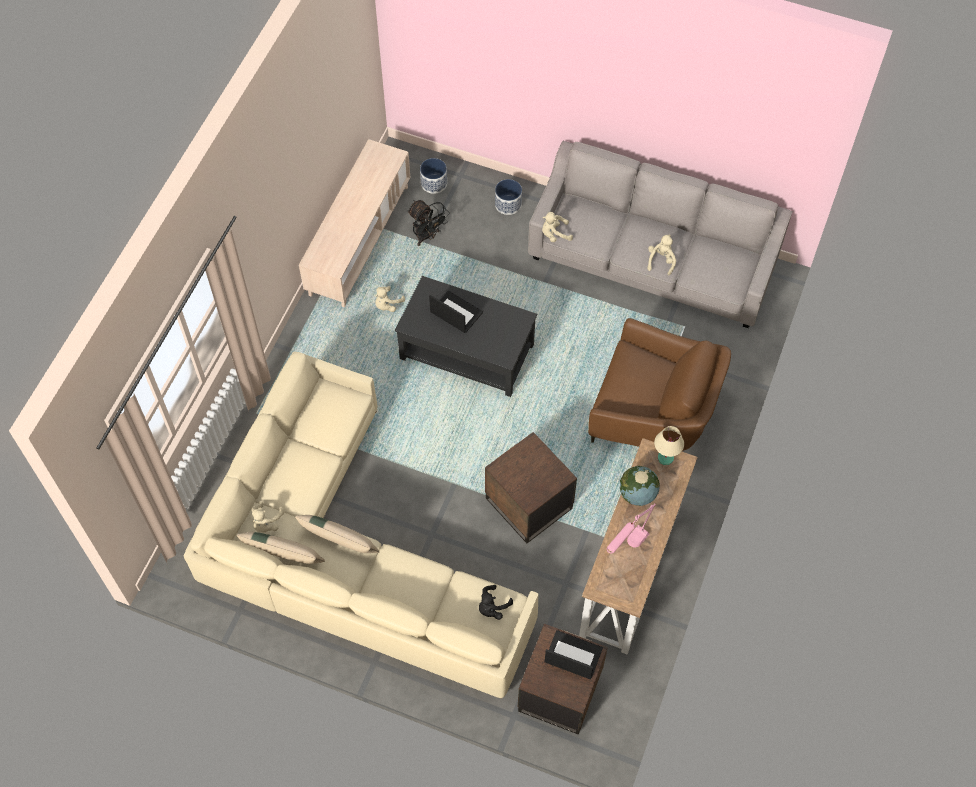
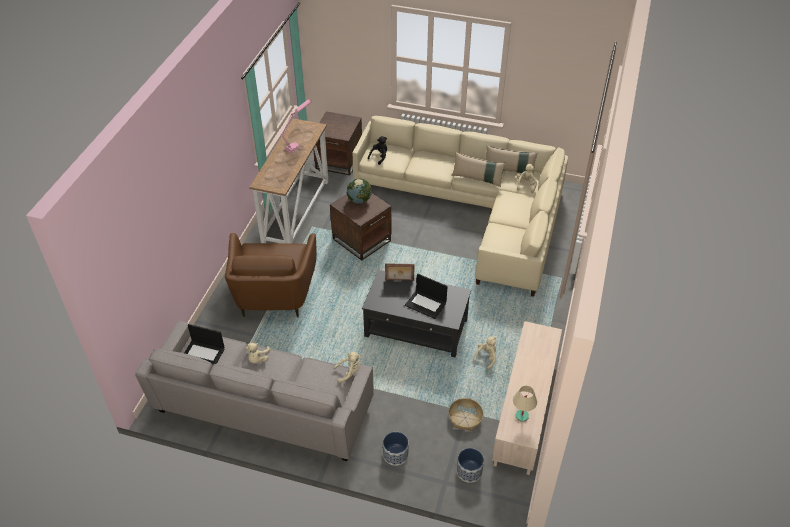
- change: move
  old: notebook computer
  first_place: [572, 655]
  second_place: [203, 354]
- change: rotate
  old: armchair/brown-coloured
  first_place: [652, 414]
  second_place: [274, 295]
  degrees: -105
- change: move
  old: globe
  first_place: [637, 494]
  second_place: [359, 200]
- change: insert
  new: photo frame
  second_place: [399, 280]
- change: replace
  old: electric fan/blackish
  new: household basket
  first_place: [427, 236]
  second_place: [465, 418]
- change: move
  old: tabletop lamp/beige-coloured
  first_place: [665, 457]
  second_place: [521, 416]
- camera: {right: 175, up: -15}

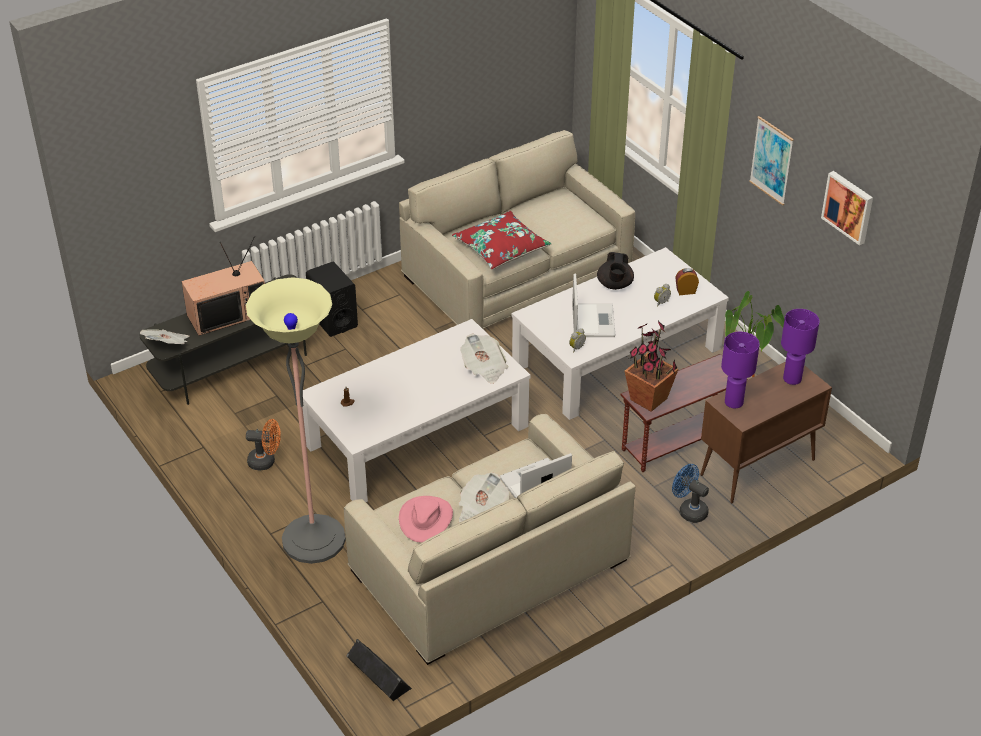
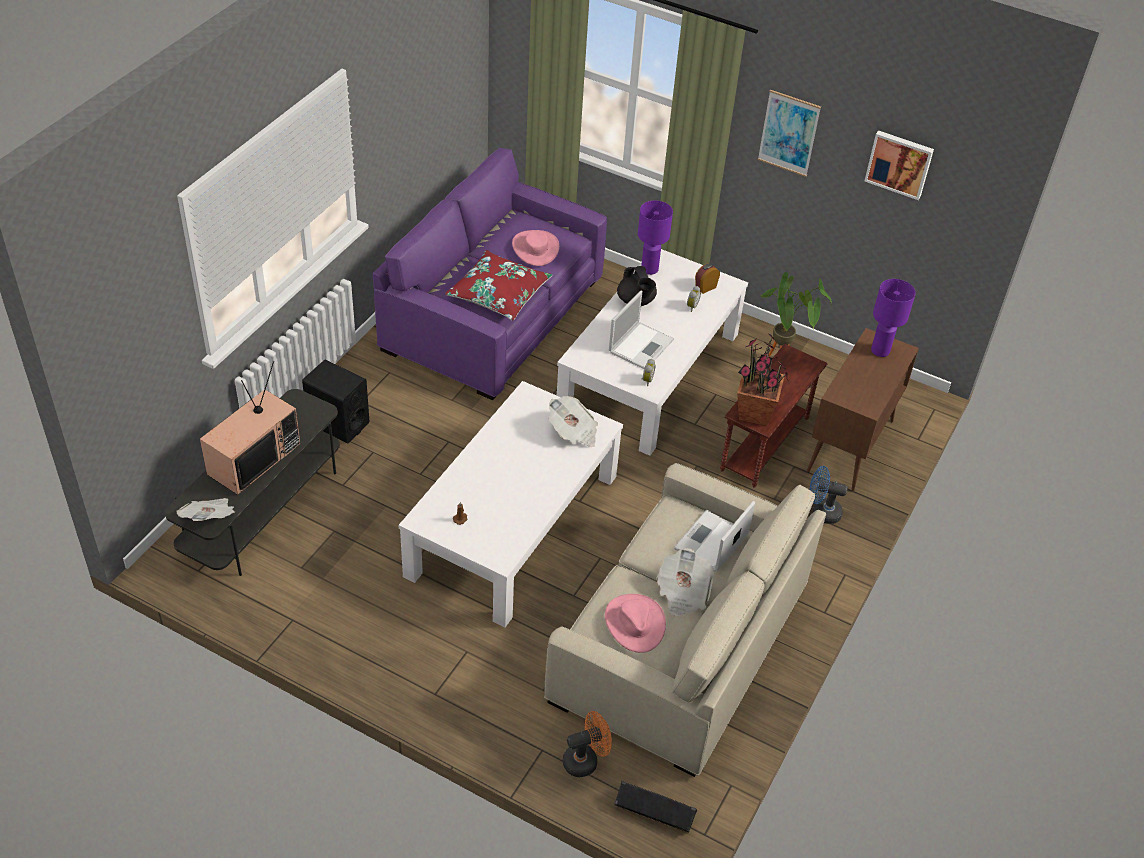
- change: recolor
  old: couch/beige-coloured
  new: couch/purplish
  first_place: [516, 272]
  second_place: [492, 312]
- change: insert
  new: clothing hat/pink
  second_place: [535, 248]
- change: move
  old: electric fan/orangey
  first_place: [266, 461]
  second_place: [585, 760]
- change: rotate
  old: notebook computer
  first_place: [592, 320]
  second_place: [641, 345]
  degrees: 60
- change: move
  old: tabletop lamp/purplish
  first_place: [733, 402]
  second_place: [649, 269]
- change: delete
  old: standing lamp
  first_place: [313, 539]
- camera: {right: -30, up: 5}

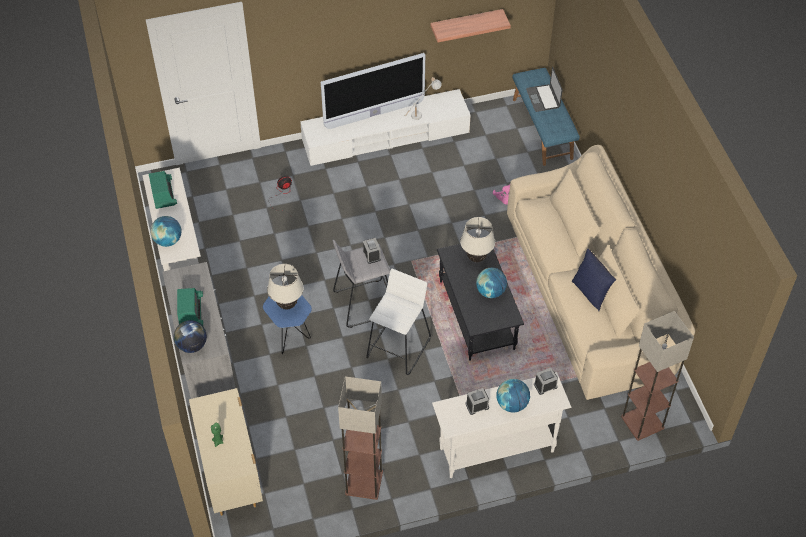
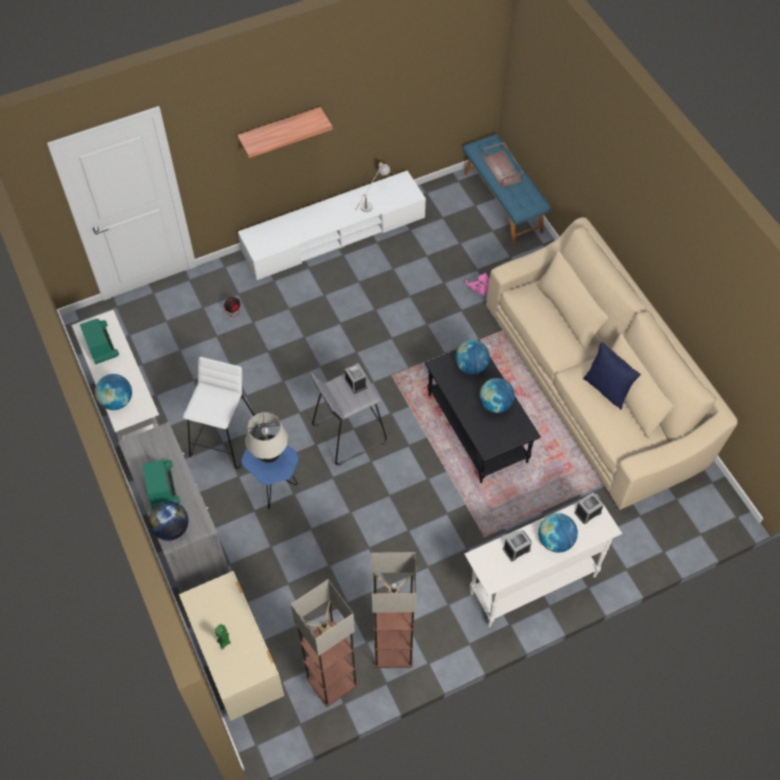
- change: move
  old: stool seat/whitish
  first_place: [399, 347]
  second_place: [224, 439]
- change: move
  old: wall shelf
  first_place: [466, 24]
  second_place: [280, 130]
- change: move
  old: standing lamp
  first_place: [642, 423]
  second_place: [331, 682]
- change: replace
  old: tabletop lamp/beige-coloured
  new: globe
  first_place: [476, 258]
  second_place: [471, 366]
- change: replace
  old: notebook computer
  new: tray/brown-coloured
  first_place: [543, 98]
  second_place: [502, 169]
- change: delete
  old: TV
  first_place: [374, 115]
- camera: {right: -10, up: 5}

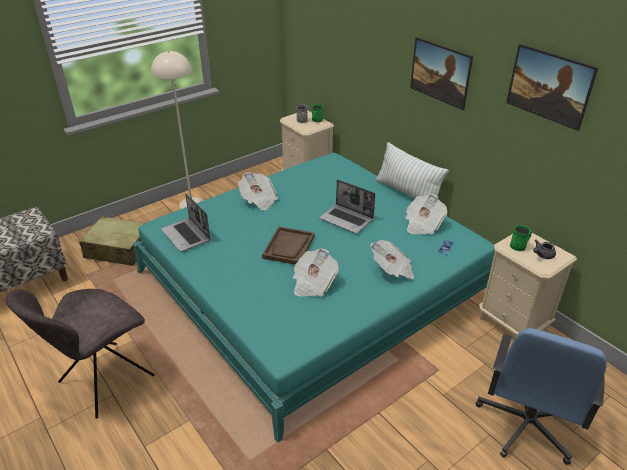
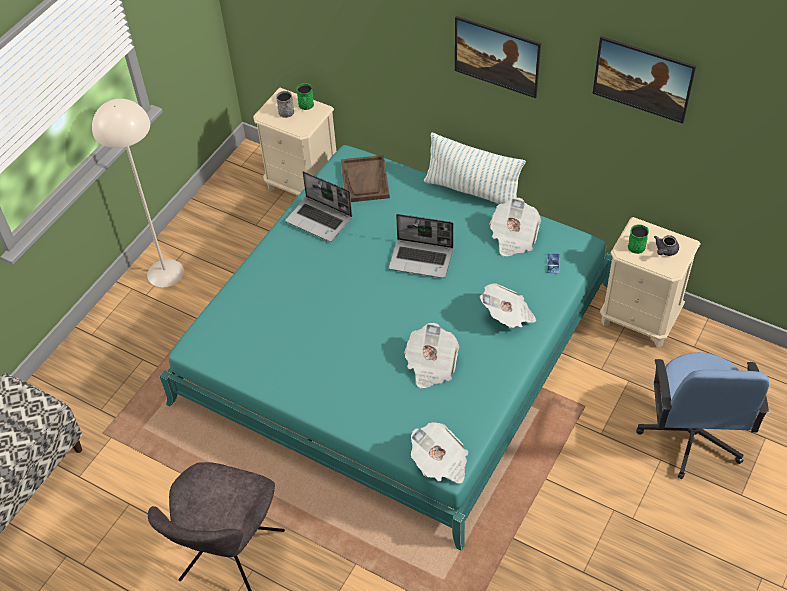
- change: move
  old: notebook computer
  first_place: [186, 236]
  second_place: [320, 220]
- change: move
  old: tray/brown-coloured
  first_place: [289, 247]
  second_place: [365, 180]
- change: move
  old: printed paper
  first_place: [258, 200]
  second_place: [440, 462]
- change: delete
  old: travel case/beige-coloured
  first_place: [119, 249]
- camera: {right: -20, up: 15}

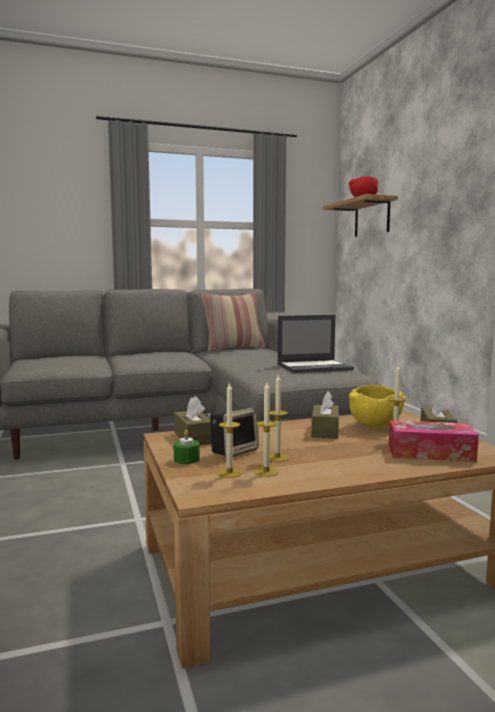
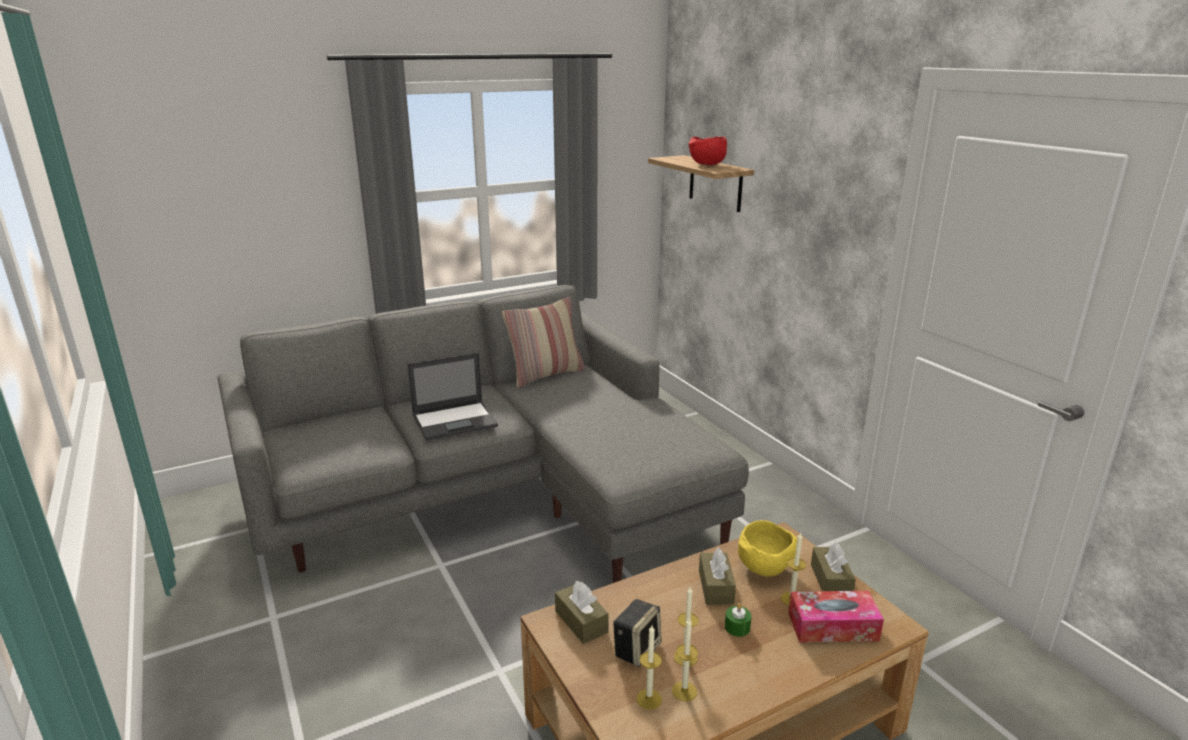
- change: move
  old: notebook computer
  first_place: [315, 367]
  second_place: [455, 421]
- change: move
  old: wax candle/greenish
  first_place: [186, 459]
  second_place: [737, 627]
- camera: {right: -10, up: 15}

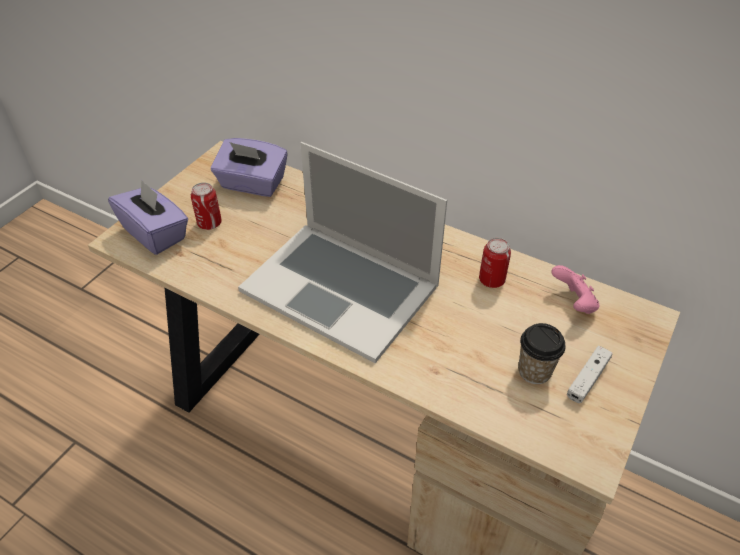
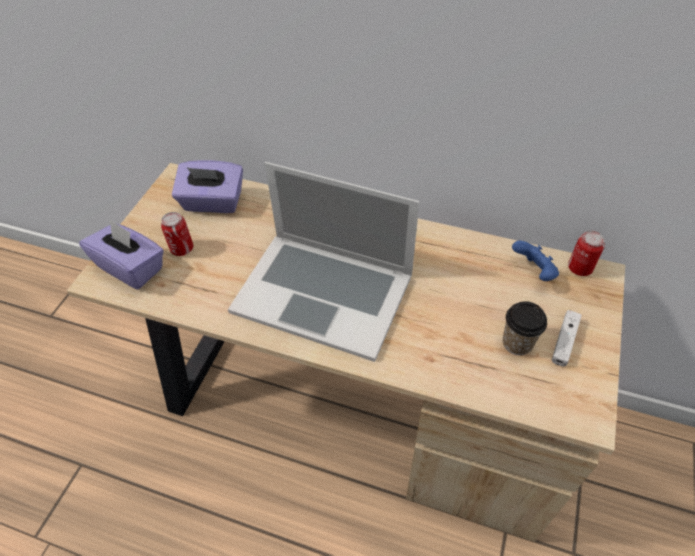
- change: recolor
  old: gamepad/pink
  new: gamepad/blue-coloured
  first_place: [573, 303]
  second_place: [534, 272]
- change: move
  old: metal can
  first_place: [491, 280]
  second_place: [579, 268]
- camera: {right: -10, up: 5}

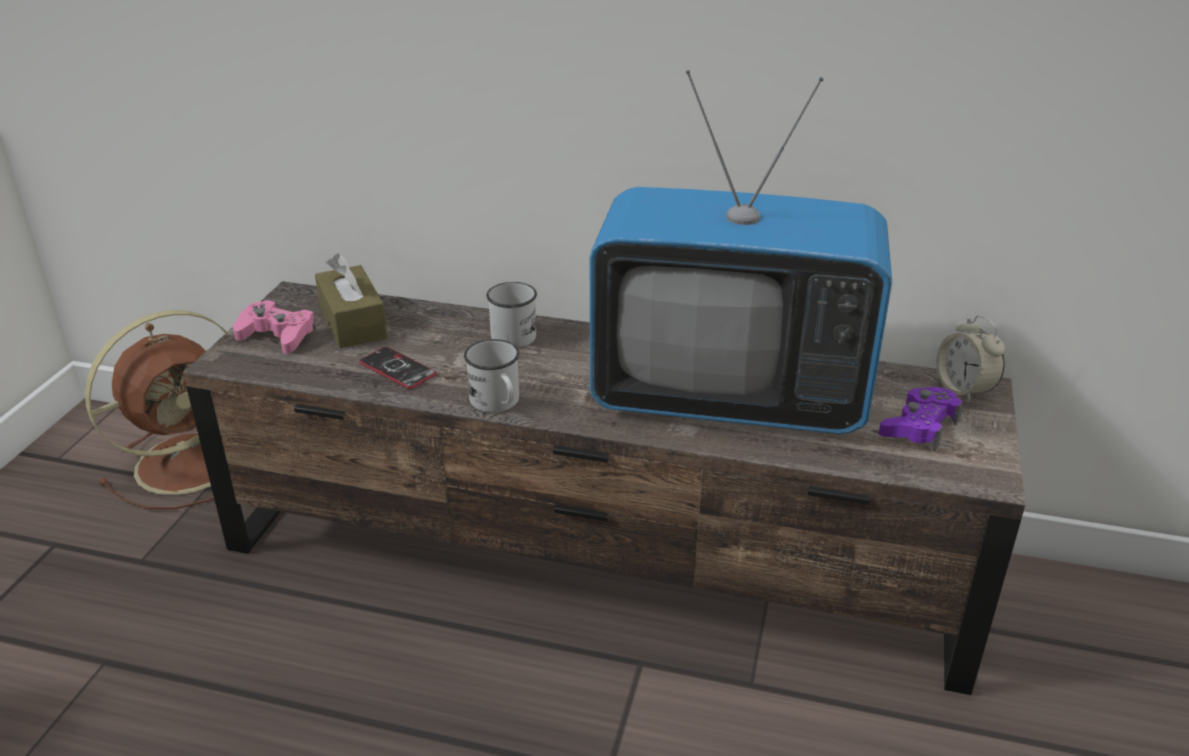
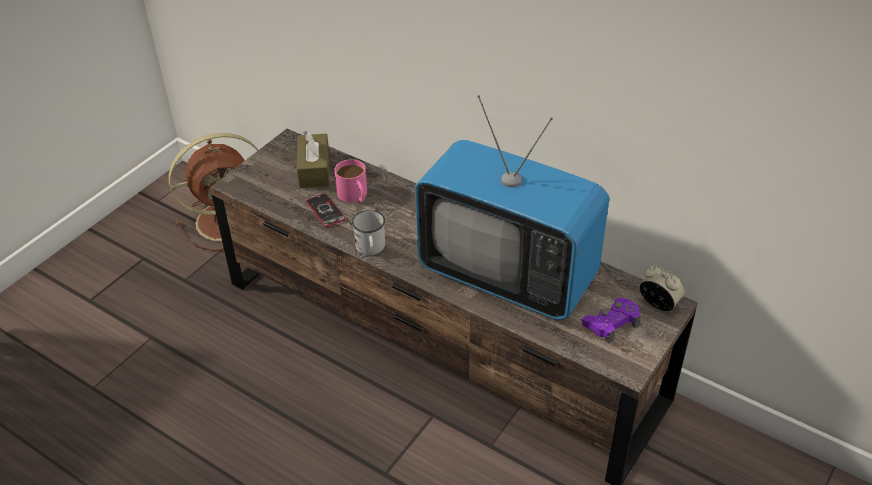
- change: insert
  new: coffee mug/pink
  second_place: [354, 196]
- change: rotate
  old: table clock
  first_place: [963, 390]
  second_place: [659, 304]
  degrees: 135
- change: delete
  old: gamepad/pink
  first_place: [277, 335]
- change: delete
  old: coffee mug/whitish
  first_place: [516, 333]
- camera: {right: 20, up: 10}

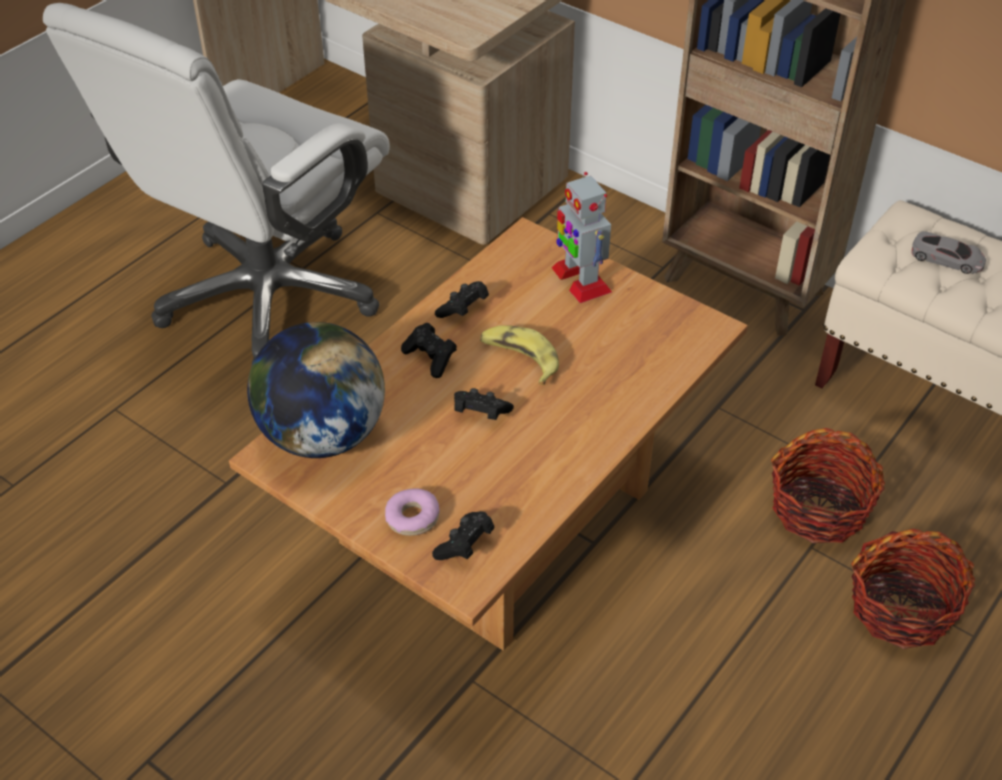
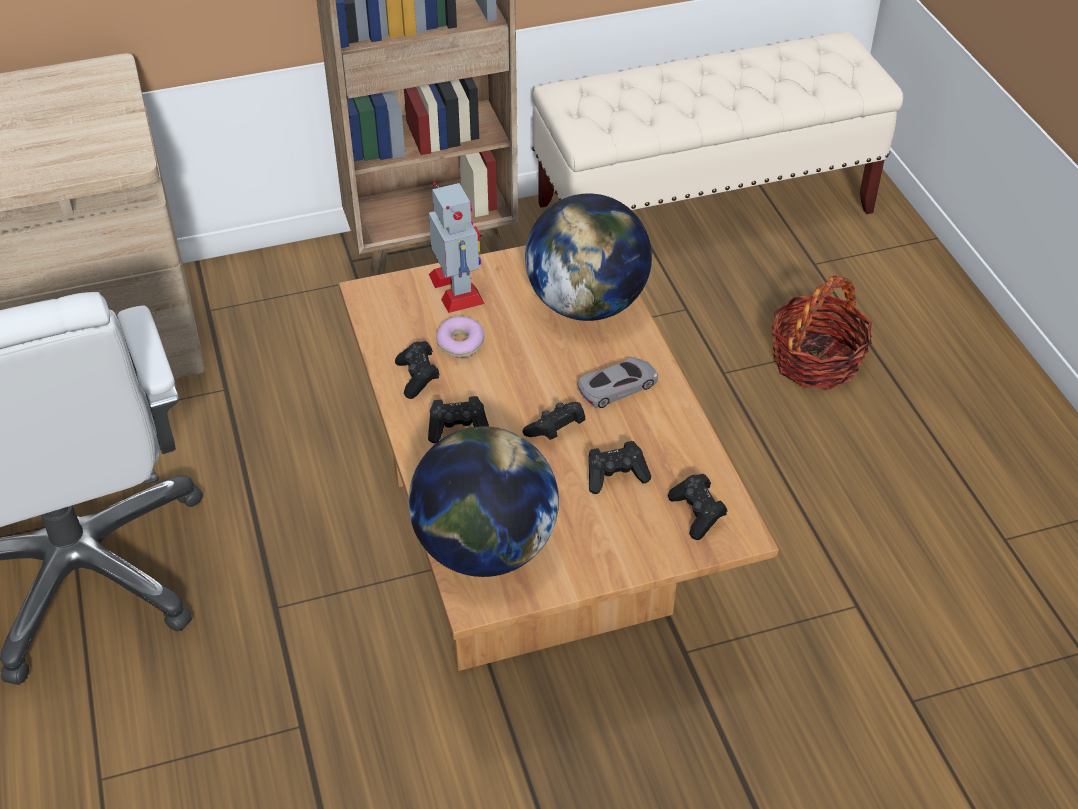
- change: rotate
  old: model robot
  first_place: [580, 279]
  second_place: [457, 289]
  degrees: -120
- change: move
  old: ring doughnut
  first_place: [412, 518]
  second_place: [460, 343]
- change: insert
  new: globe
  second_place: [586, 304]
- change: move
  old: miniature car/grey
  first_place: [947, 258]
  second_place: [618, 386]
- change: insert
  new: gamepad/blackish
  second_place: [615, 476]
- change: delete
  old: banana fruit
  first_place: [519, 359]
- change: delete
  old: household basket
  first_place: [818, 509]
- camera: {right: -55, up: 0}

